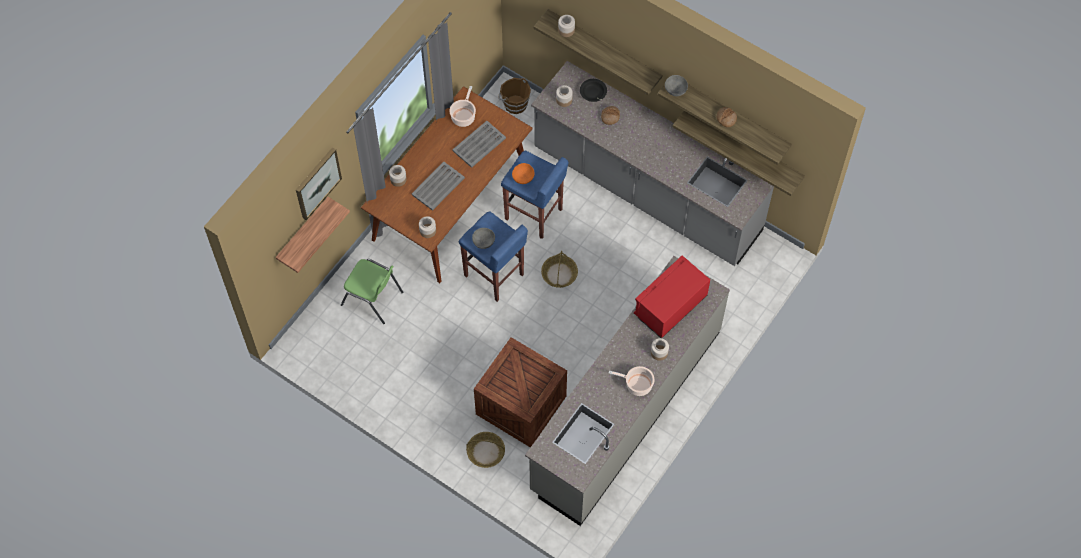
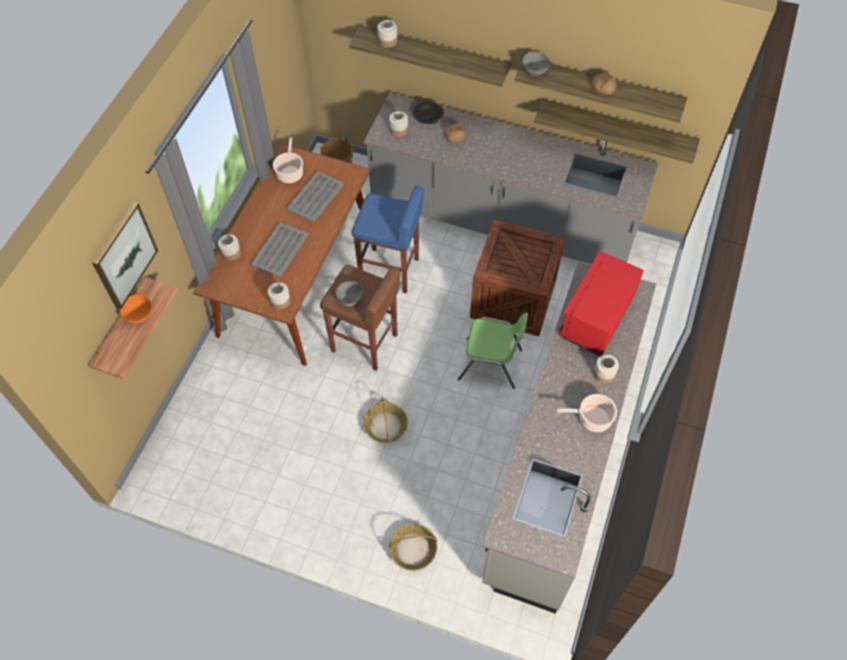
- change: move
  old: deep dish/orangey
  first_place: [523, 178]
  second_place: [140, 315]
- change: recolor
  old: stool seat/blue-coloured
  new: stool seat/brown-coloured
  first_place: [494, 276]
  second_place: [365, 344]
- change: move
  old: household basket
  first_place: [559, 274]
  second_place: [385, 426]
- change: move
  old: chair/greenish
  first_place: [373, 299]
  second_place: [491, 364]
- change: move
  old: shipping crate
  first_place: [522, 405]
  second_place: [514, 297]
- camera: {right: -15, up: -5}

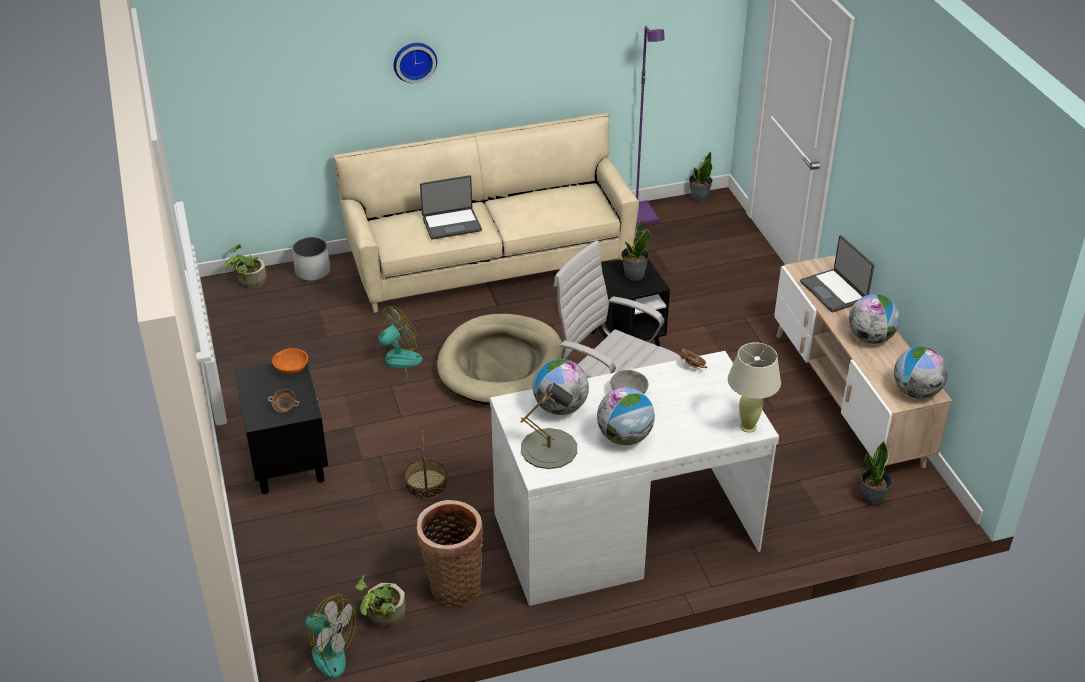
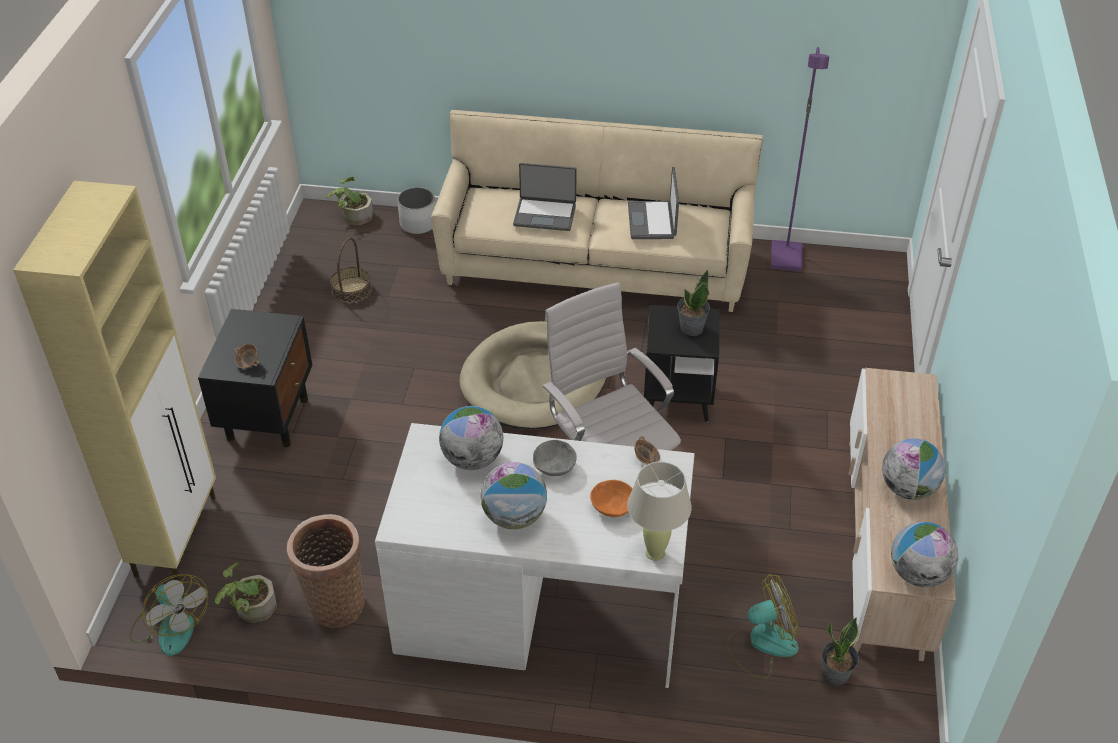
- change: insert
  new: cabinet/beige-coloured
  second_place: [177, 534]
- change: move
  old: household basket
  first_place: [425, 484]
  second_place: [351, 290]
- change: move
  old: deep dish/orangey
  first_place: [291, 369]
  second_place: [612, 507]
- change: move
  old: notebook computer
  first_place: [834, 291]
  second_place: [653, 221]
- change: move
  old: electric fan
  first_place: [395, 363]
  second_place: [762, 643]
- change: delete
  old: hanging clock
  first_place: [414, 61]
- change: delete
  old: tabletop lamp/grey
  first_place: [549, 448]
- change: delete
  old: houseplant
  first_place: [699, 198]
- camera: {right: 25, up: 5}

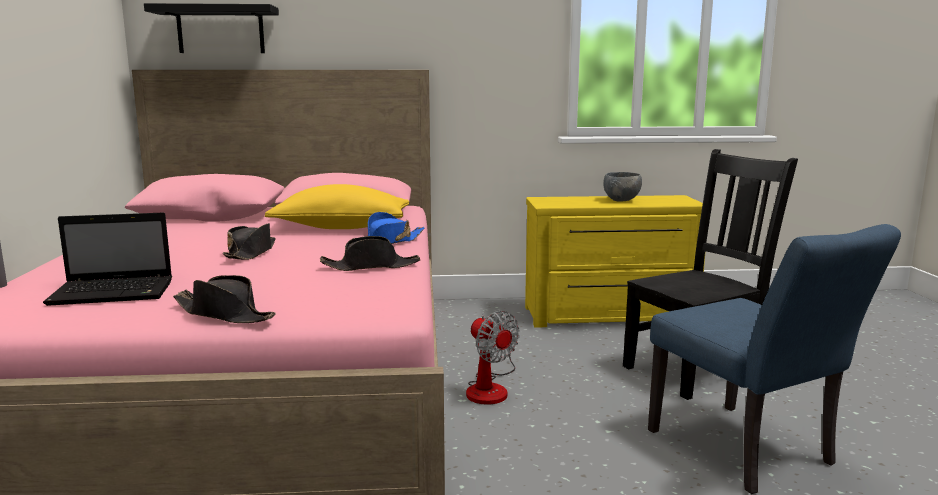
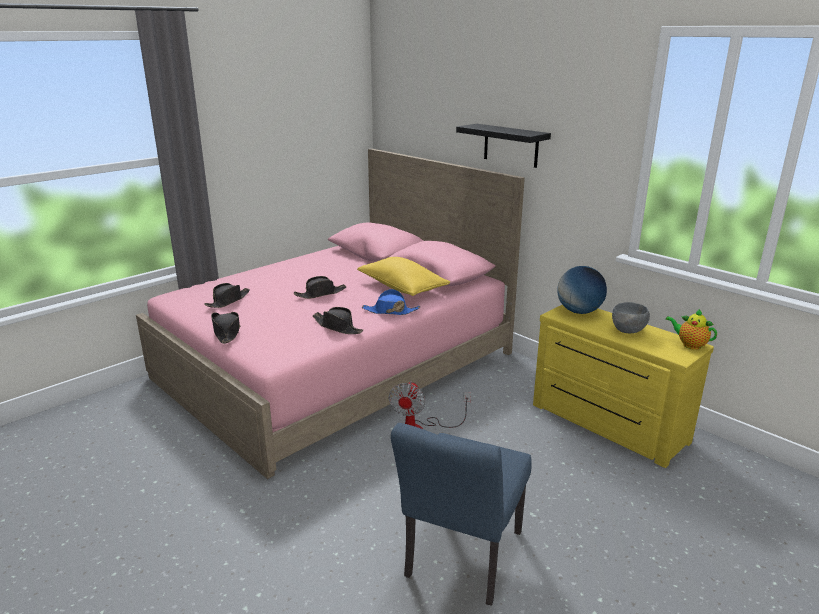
- change: replace
  old: notebook computer
  new: clothing hat/blackish
  first_place: [115, 293]
  second_place: [228, 301]
- change: move
  old: wall shelf/blackish
  first_place: [220, 30]
  second_place: [511, 145]
- change: insert
  new: globe
  second_place: [579, 311]
- change: insert
  new: pot for tea
  second_place: [689, 345]
- change: delete
  old: chair/blackish
  first_place: [696, 370]
- camera: {right: 50, up: 10}

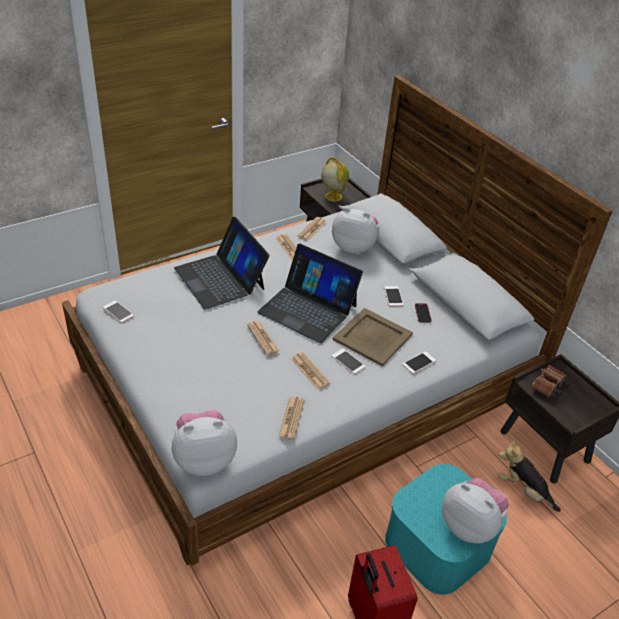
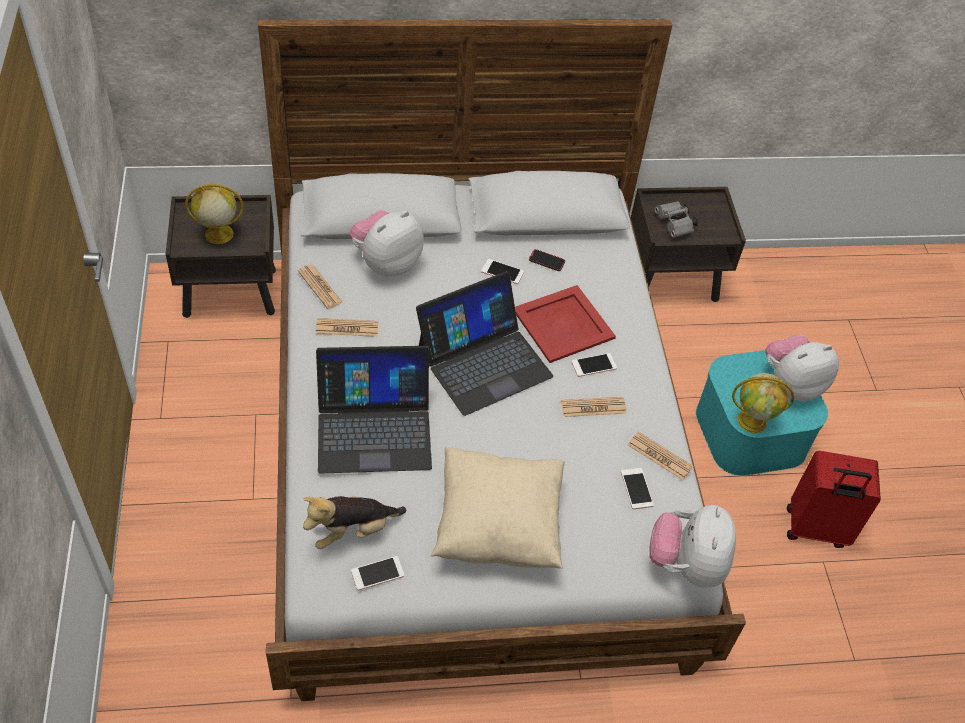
- change: move
  old: plush toy
  first_place: [523, 490]
  second_place: [352, 531]
- change: insert
  new: pillow/beige-coloured
  second_place: [497, 526]
- change: recolor
  old: tray/beige-coloured
  new: tray/red-coloured
  first_place: [373, 336]
  second_place: [563, 323]
- change: move
  old: telephone
  first_place: [419, 363]
  second_place: [636, 488]
- change: recolor
  old: pair of binoculars/brown-coloured
  new: pair of binoculars/grey
  first_place: [548, 387]
  second_place: [675, 225]
- change: insert
  new: globe
  second_place: [753, 421]
- change: delete
  old: printed paper
  first_place: [263, 338]
- camera: {right: -65, up: 10}

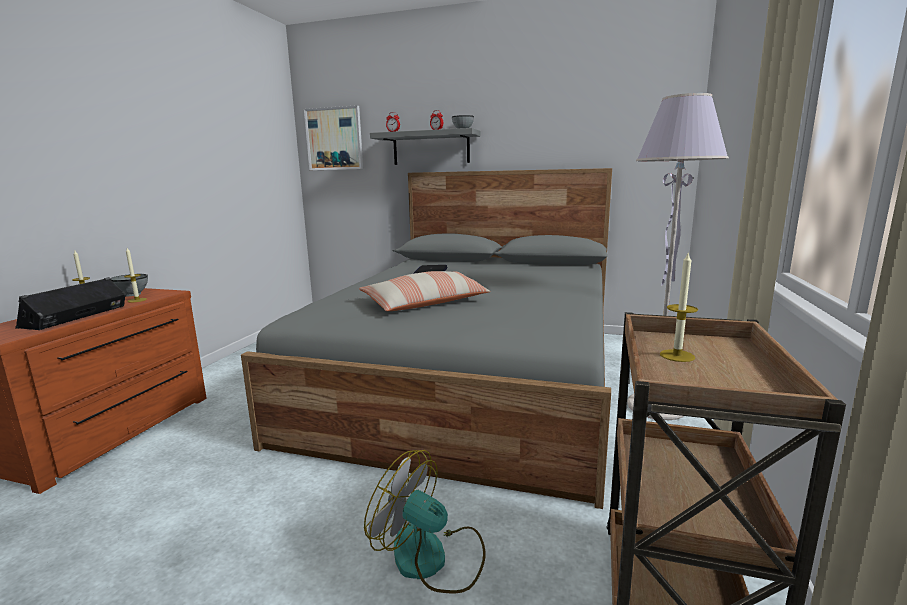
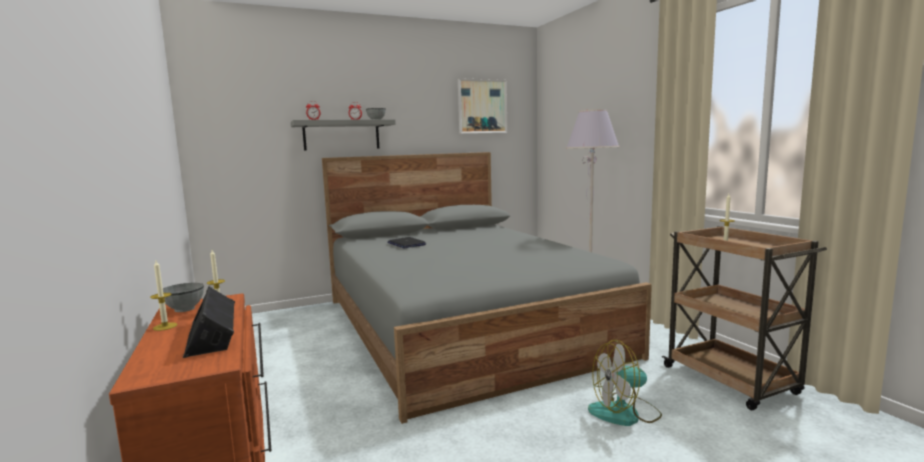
- change: move
  old: wall picture
  first_place: [334, 139]
  second_place: [482, 106]
- change: delete
  old: pillow
  first_place: [426, 304]
- camera: {right: -40, up: -5}

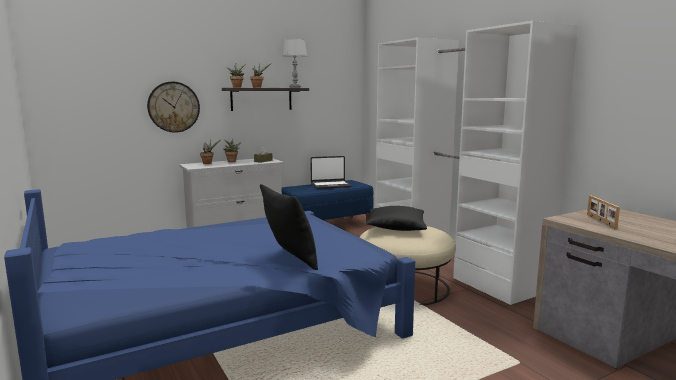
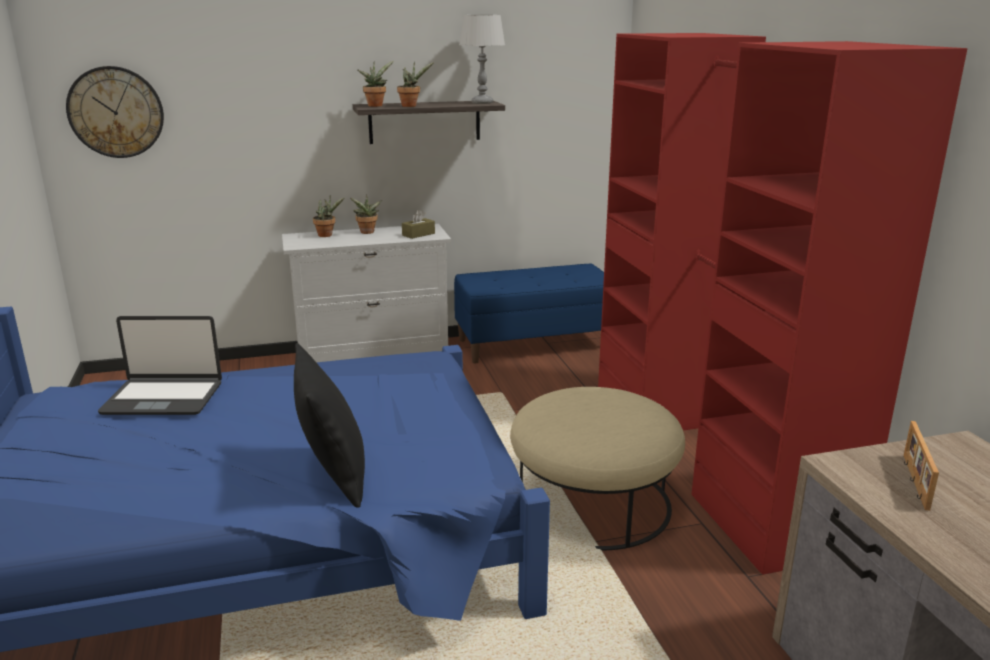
- change: move
  old: hanging clock
  first_place: [173, 107]
  second_place: [116, 112]
- change: move
  old: notebook computer
  first_place: [330, 185]
  second_place: [163, 398]
- change: recolor
  old: wardrobe/whitish
  new: wardrobe/red-coloured
  first_place: [451, 262]
  second_place: [708, 458]
- change: delete
  old: pillow/blackish
  first_place: [396, 228]
- camera: {right: 15, up: 10}

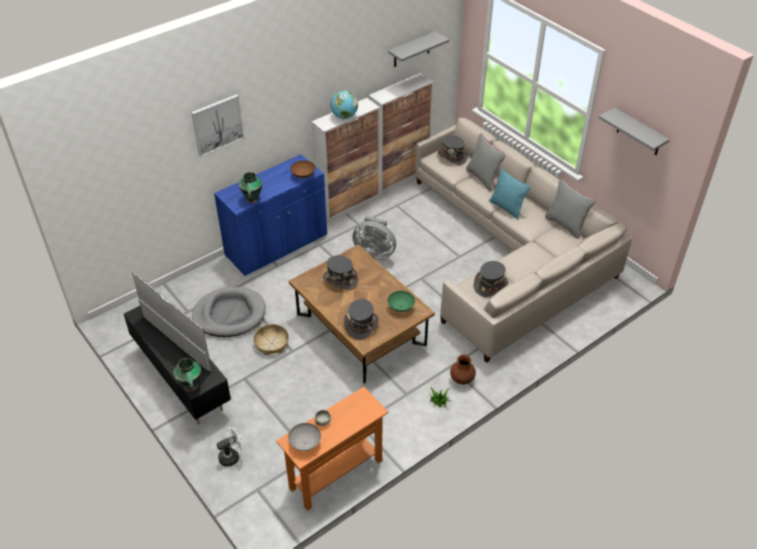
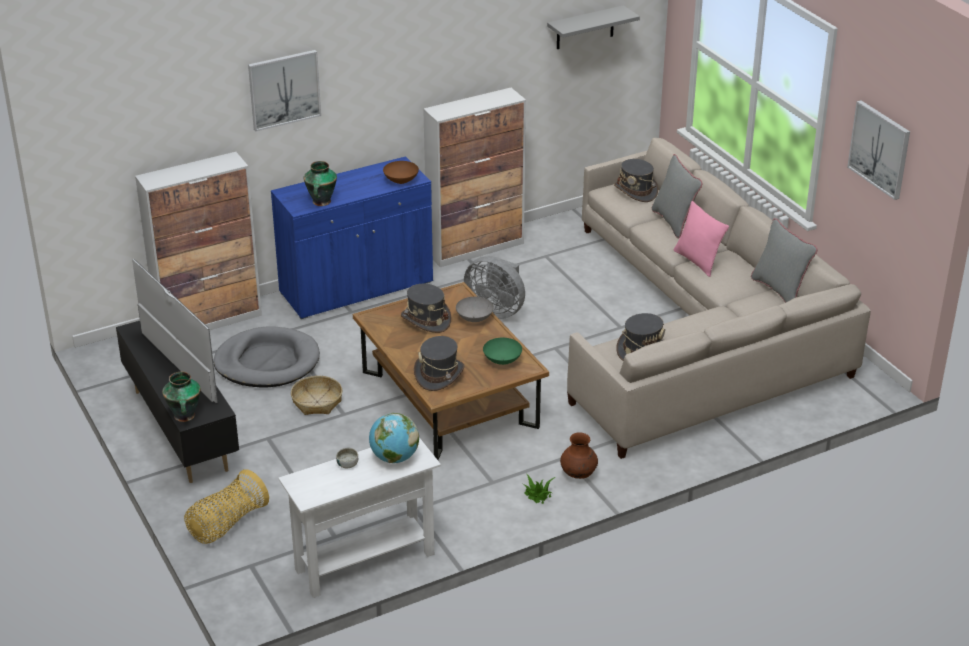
- change: move
  old: cabinet
  first_place: [399, 178]
  second_place: [209, 321]
- change: replace
  old: electric fan/whitish
  new: household basket
  first_place: [232, 456]
  second_place: [226, 524]
- change: recolor
  old: narrow table/orangey
  new: narrow table/whitish
  first_place: [336, 474]
  second_place: [365, 562]
- change: move
  old: globe
  first_place: [344, 116]
  second_place: [394, 458]
- change: move
  old: deep dish/grey
  first_place: [305, 443]
  second_place: [475, 319]
- change: recolor
  old: pillow/turquoise
  new: pillow/pink
  first_place: [506, 208]
  second_place: [697, 261]
- change: replace
  old: wall shelf/grey
  new: wall picture
  first_place: [639, 133]
  second_place: [880, 149]
- camera: {right: 10, up: -10}

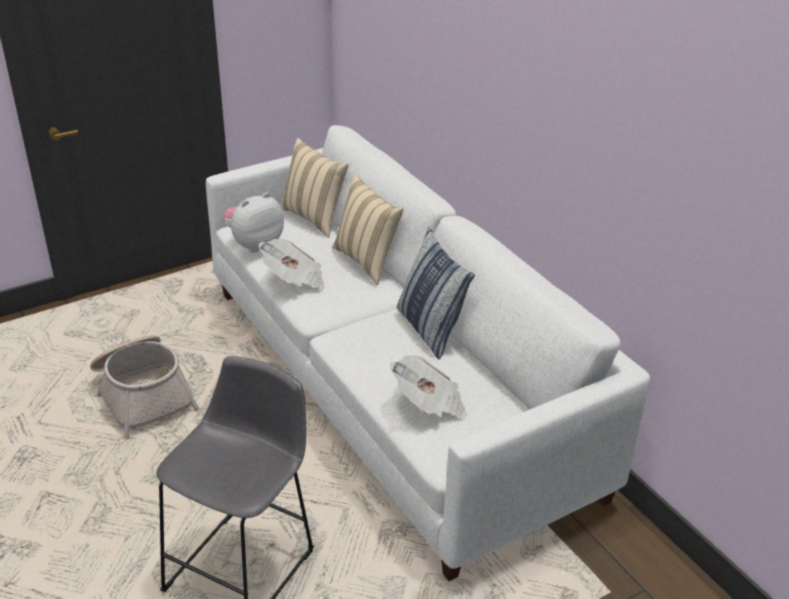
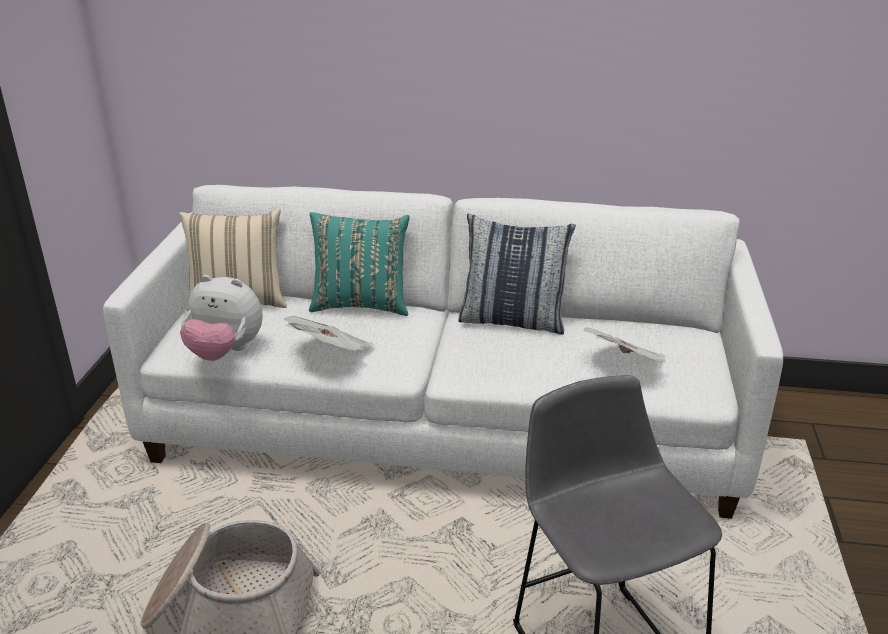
- change: rotate
  old: plush toy
  first_place: [254, 244]
  second_place: [225, 352]
  degrees: -75
- change: recolor
  old: pillow/beige-coloured
  new: pillow/turquoise
  first_place: [367, 261]
  second_place: [361, 304]
- camera: {right: -50, up: -5}

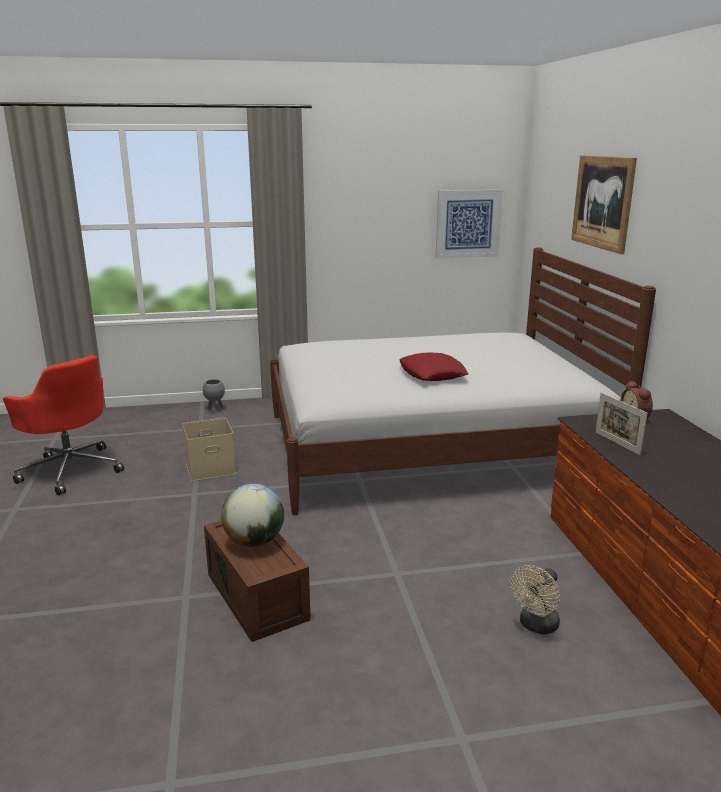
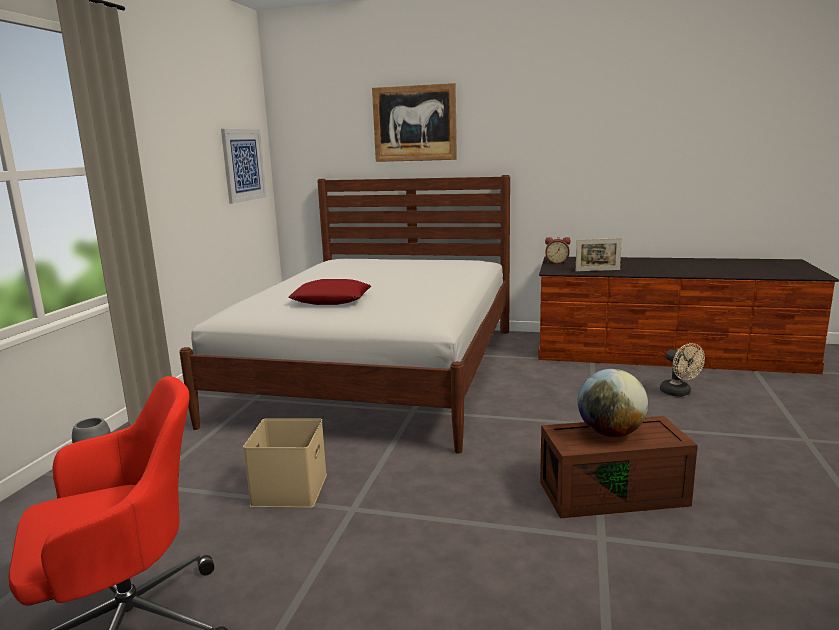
- change: move
  old: pillow/red-coloured
  first_place: [432, 374]
  second_place: [331, 299]
- camera: {right: -65, up: -5}

